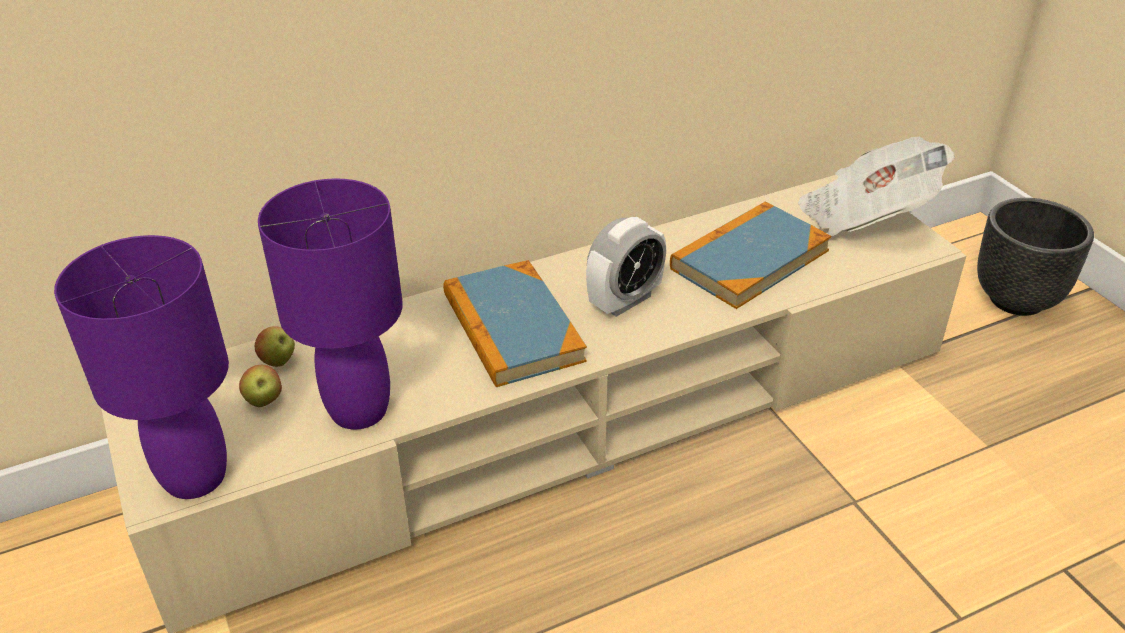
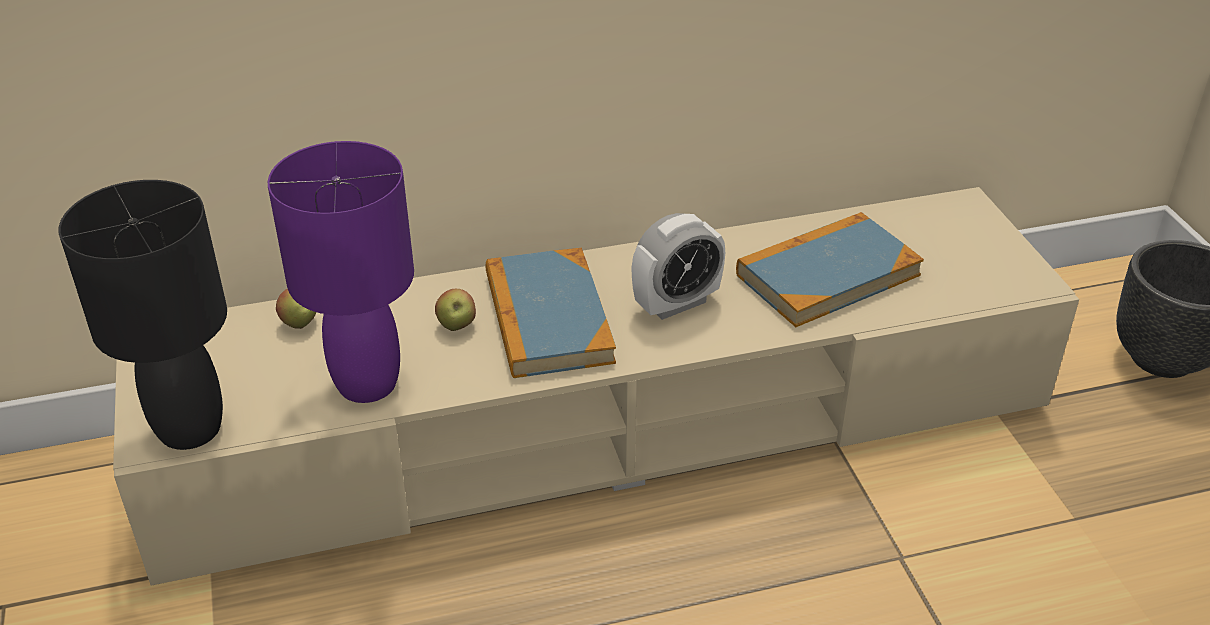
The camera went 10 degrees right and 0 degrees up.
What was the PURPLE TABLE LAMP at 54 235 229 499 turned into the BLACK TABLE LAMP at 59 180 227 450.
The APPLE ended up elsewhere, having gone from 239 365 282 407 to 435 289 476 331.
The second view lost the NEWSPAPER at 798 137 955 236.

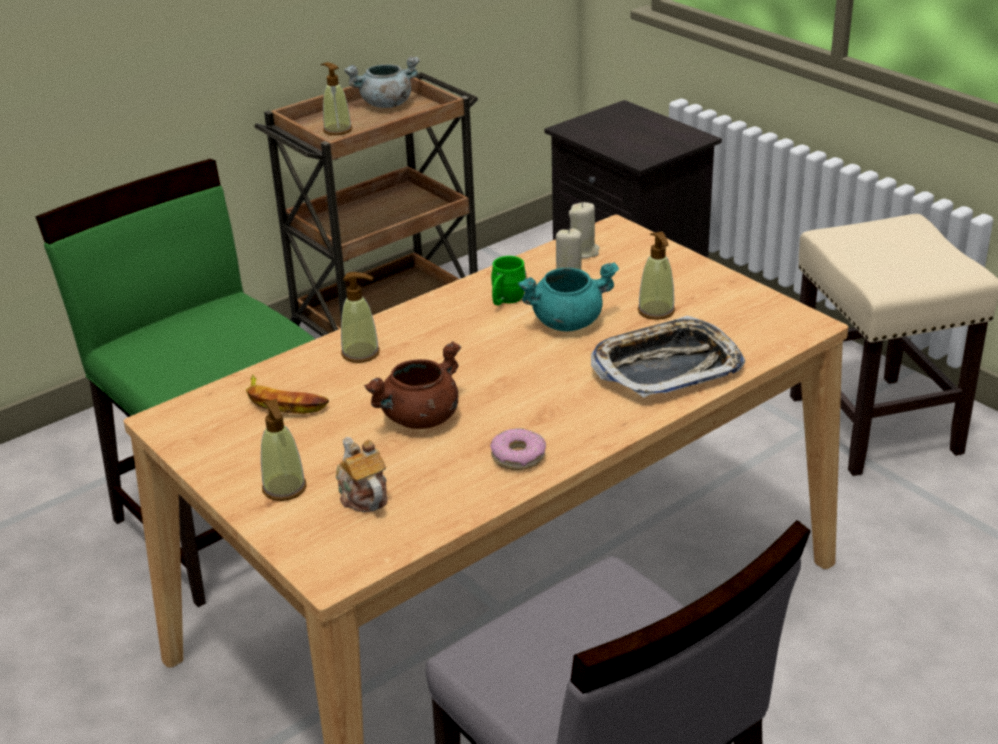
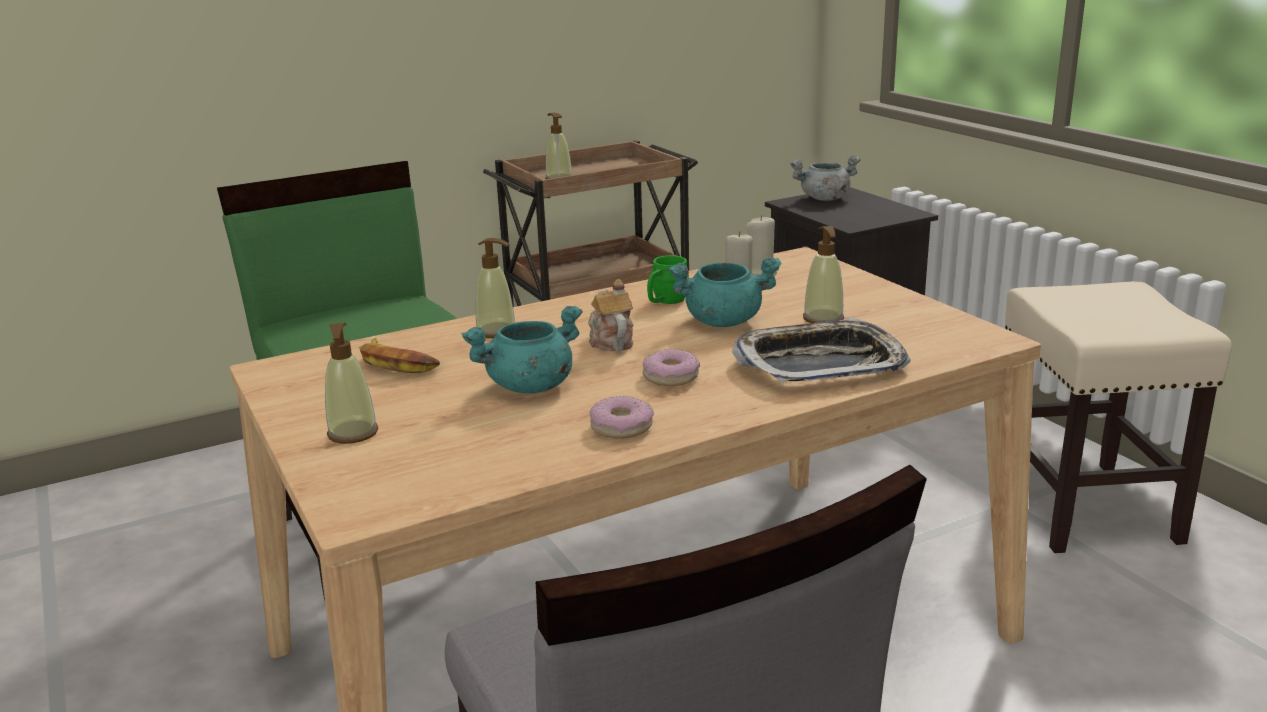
The camera went 10 degrees right and 10 degrees down.
What was the BROWN COOKING POT at 364 341 461 429 turned into the TURQUOISE COOKING POT at 461 306 583 393.
The TEAPOT ended up elsewhere, having gone from 336 437 388 512 to 588 279 633 351.
The second view gained the DONUT at 642 349 700 386.
The GREY COOKING POT ended up elsewhere, having gone from 344 56 420 108 to 790 156 861 201.

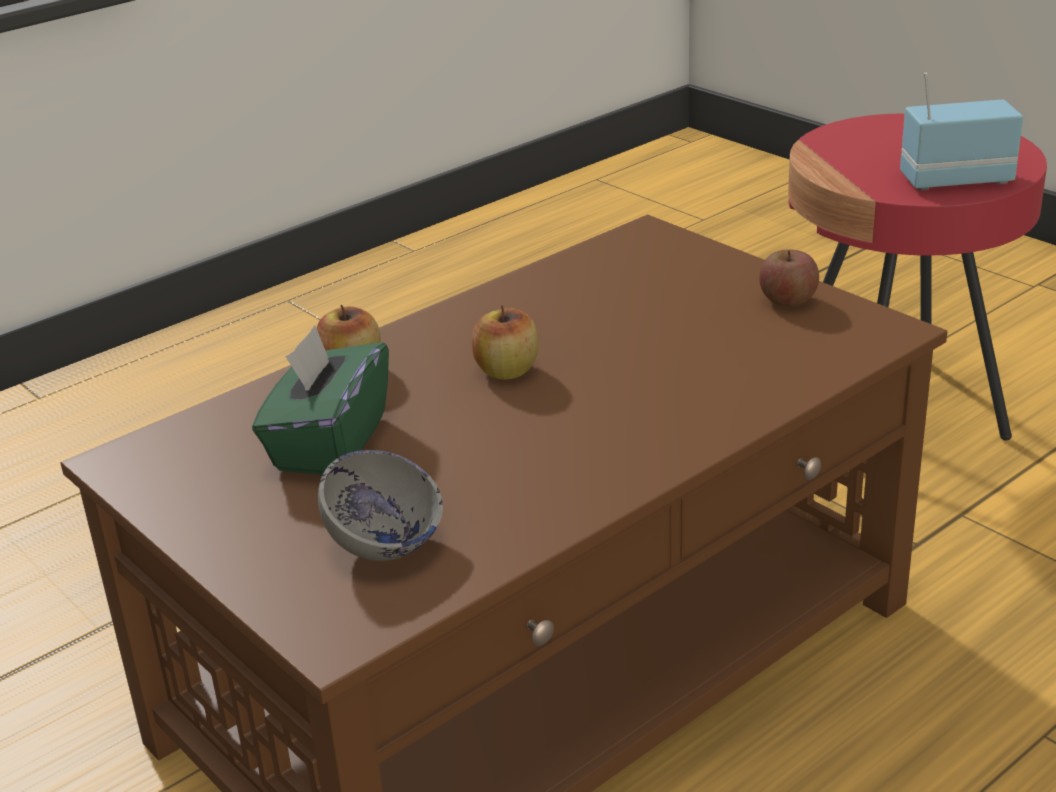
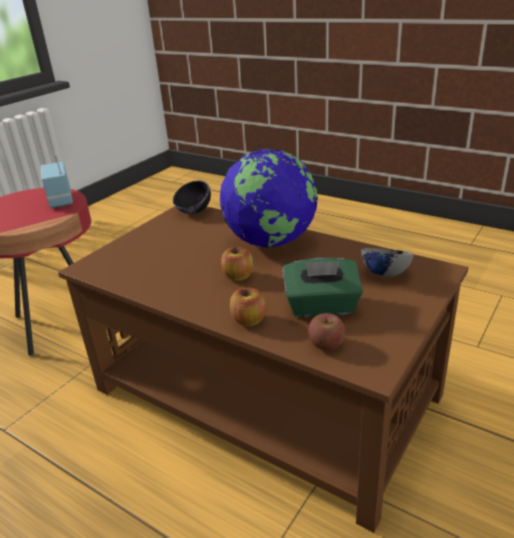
The camera went 105 degrees left and 0 degrees up.
The second view gained the BLACK BOWL at 173 181 211 214.
The second view gained the GLOBE at 220 148 318 248.
The APPLE ended up elsewhere, having gone from 759 250 819 307 to 308 313 345 350.

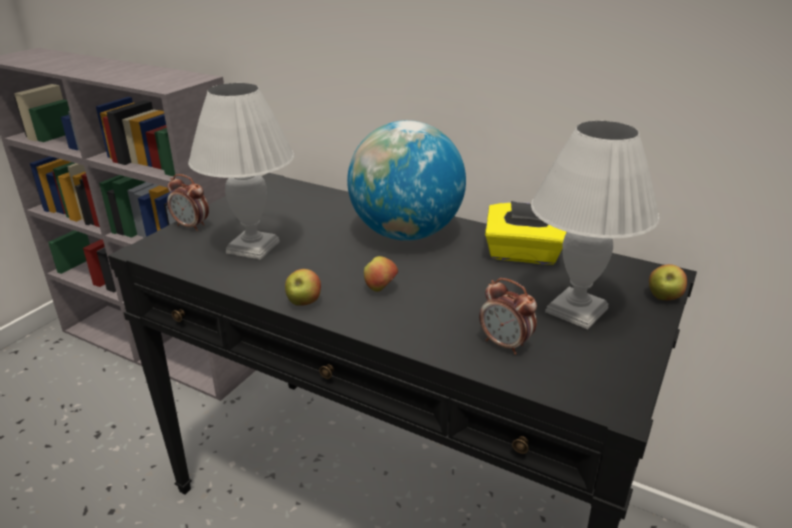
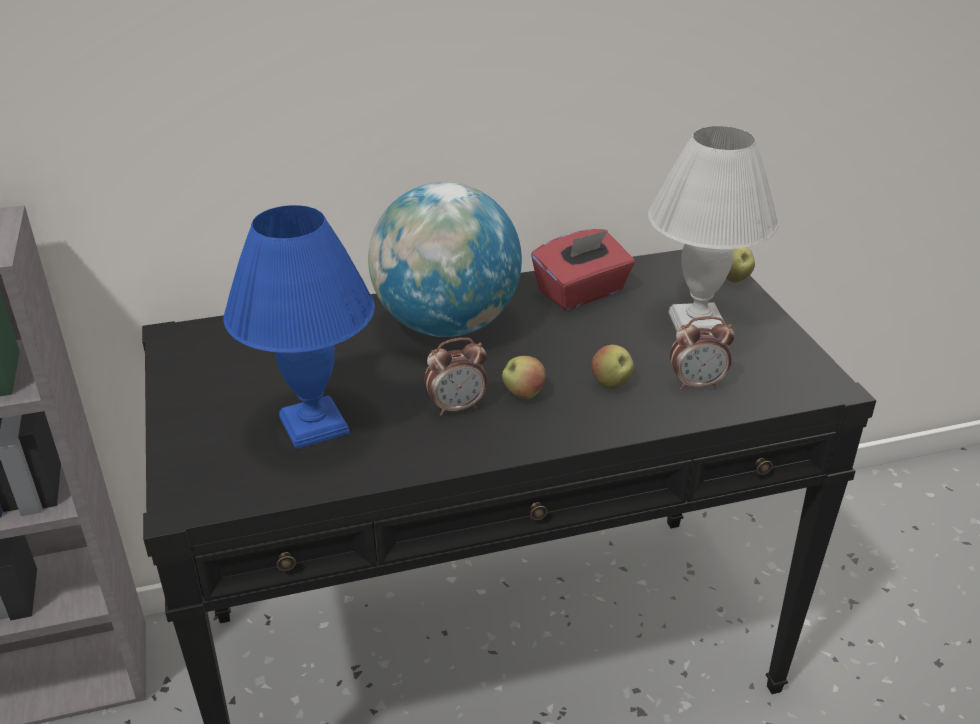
The camera went 45 degrees left and 5 degrees up.
What was the WHITE TABLE LAMP at 188 83 294 260 turned into the BLUE TABLE LAMP at 223 205 375 449.
The ALARM CLOCK ended up elsewhere, having gone from 167 174 209 231 to 425 338 487 416.
What was the YELLOW TISSUE BOX at 485 201 567 265 turned into the RED TISSUE BOX at 531 229 635 310.
The APPLE ended up elsewhere, having gone from 285 269 321 306 to 591 345 634 389.

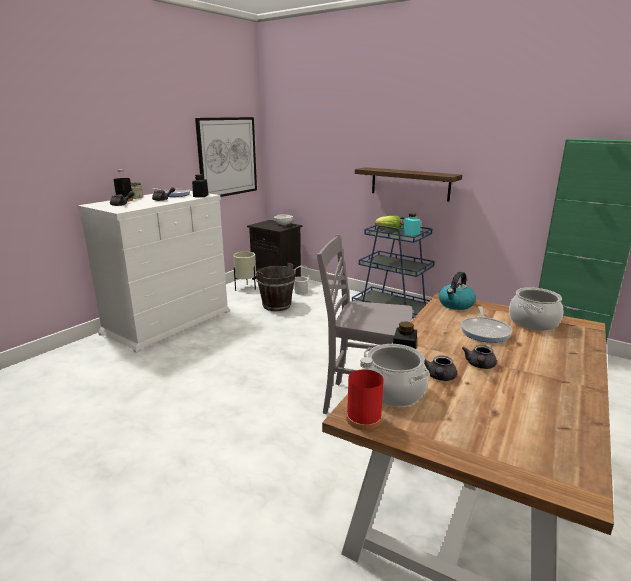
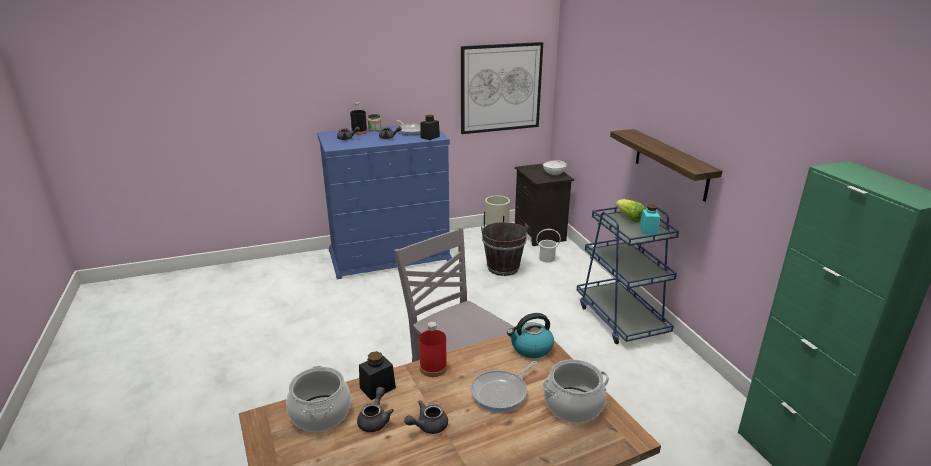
The camera went 35 degrees right and 5 degrees up.
What was the WHITE DRESSER at 77 191 230 353 turned into the BLUE DRESSER at 317 123 452 279.
The GREY TEAPOT at 424 355 457 381 ended up facing another way, 135 degrees clockwise from before.
The RED BOTTLE ended up elsewhere, having gone from 347 357 384 431 to 419 322 447 377.

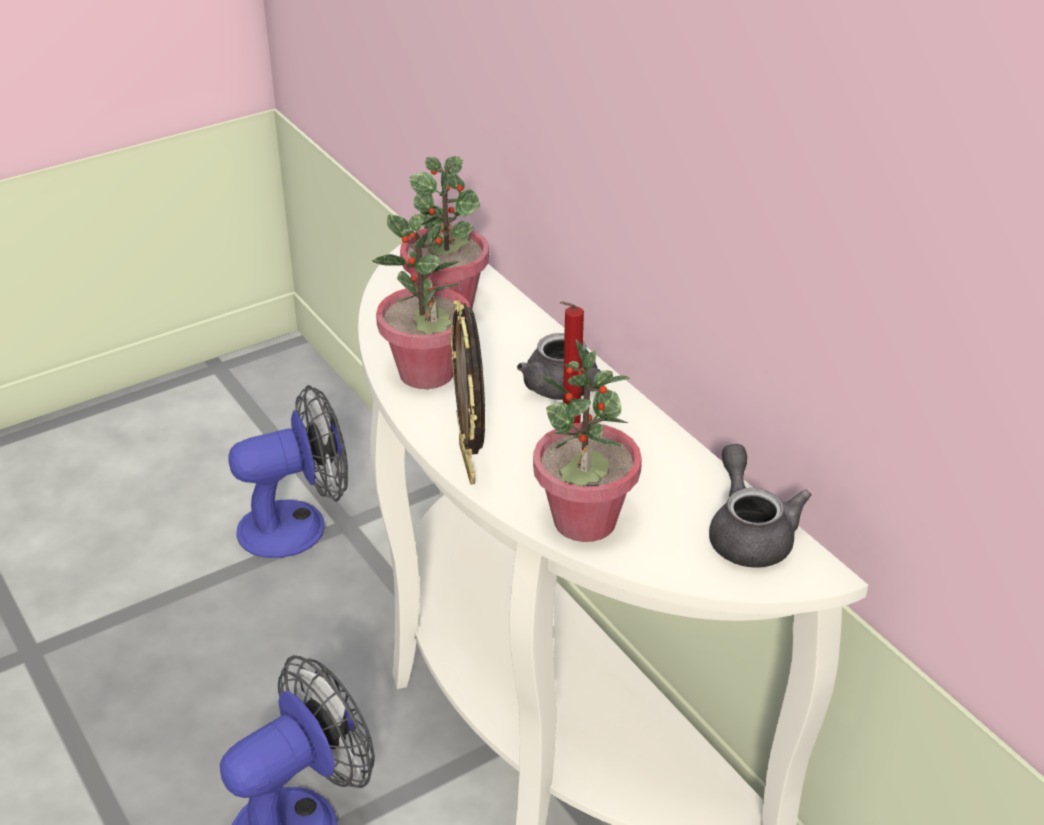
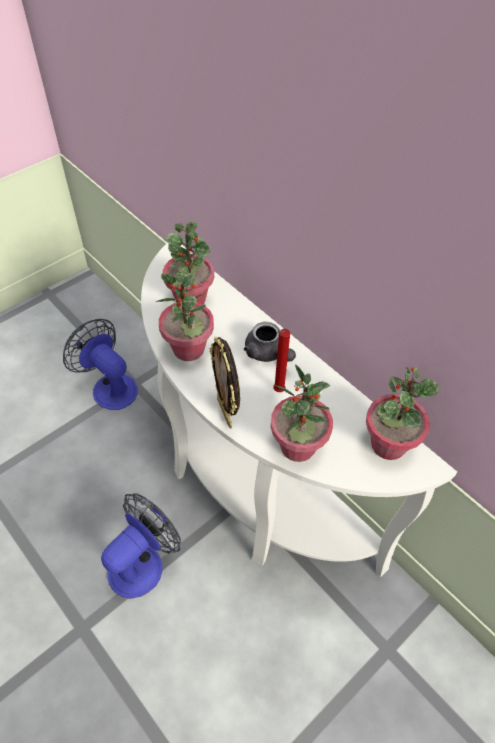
The camera went 10 degrees left and 15 degrees up.
The FAN at 228 385 348 558 ended up facing another way, 105 degrees counterclockwise from before.
Where the GREY TEAPOT stood at 709 444 811 568, the POTTED PLANT came to stand at 366 367 439 460.

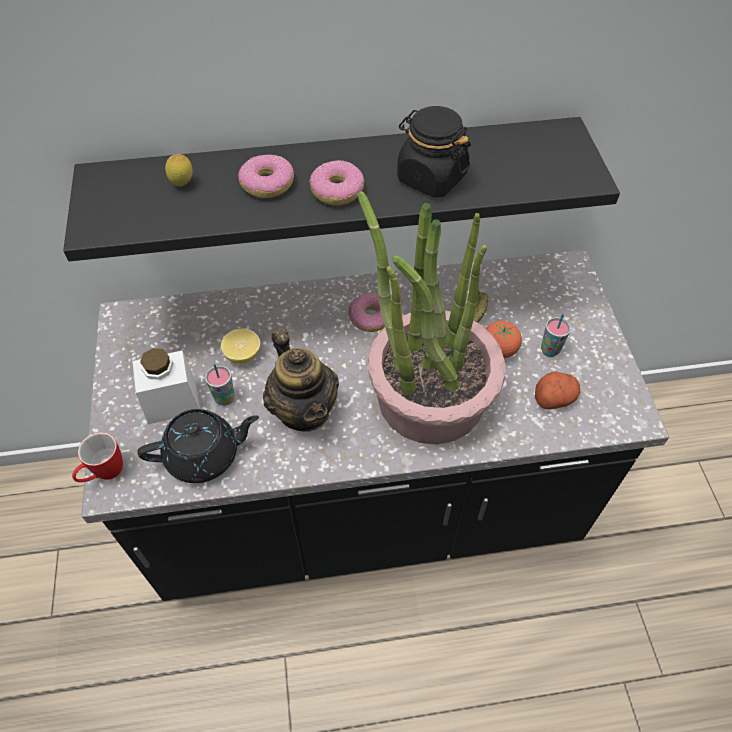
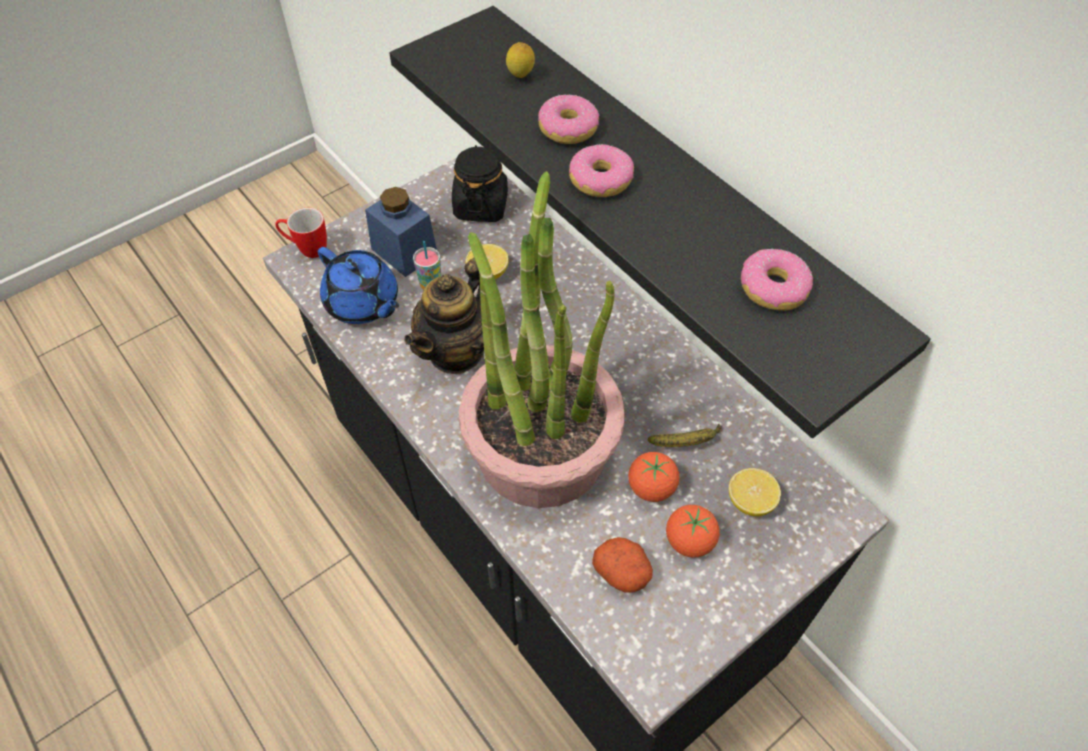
The camera went 60 degrees right and 0 degrees up.
What was the BLACK TEAPOT at 137 409 259 483 turned into the BLUE TEAPOT at 318 247 399 324.
What was the WHITE JAR at 132 348 200 424 turned into the BLUE JAR at 365 187 437 277.
The BLACK JAR ended up elsewhere, having gone from 397 106 471 197 to 452 145 508 222.
Where the CUP stood at 541 314 571 357, the TOMATO came to stand at 666 505 720 558.
The second view gained the LEMON at 729 468 781 516.
The DONUT ended up elsewhere, having gone from 348 293 385 332 to 741 249 813 310.

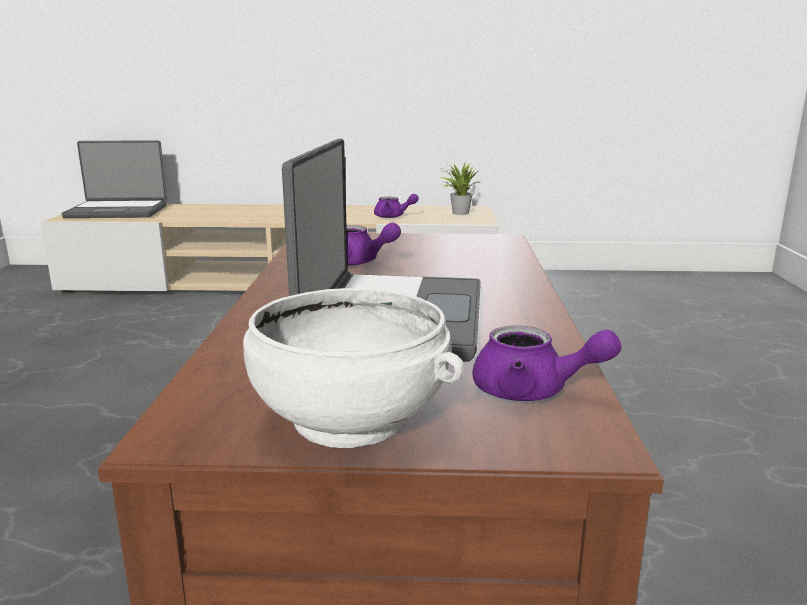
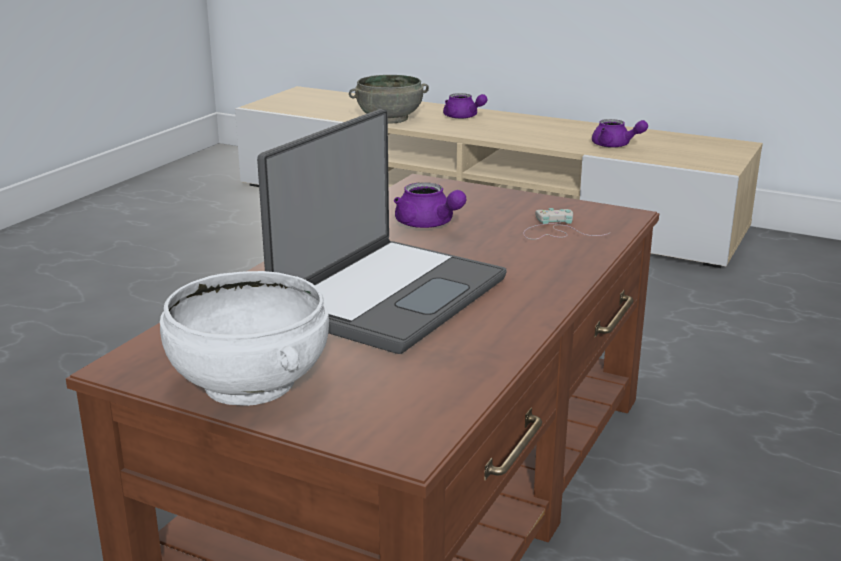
The camera went 25 degrees right and 5 degrees up.
The second view gained the GREY BOWL at 349 75 429 123.
The PURPLE TEAPOT ended up elsewhere, having gone from 473 325 621 401 to 443 93 488 119.
The second view gained the WHITE GAME CONTROLLER at 523 208 609 239.
The second view lost the LAPTOP at 62 140 167 218.
The second view lost the POTTED PLANT at 439 163 481 215.

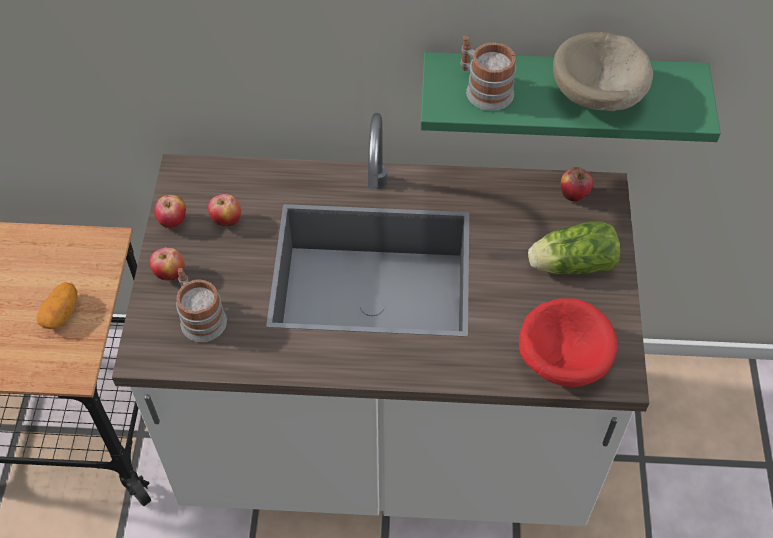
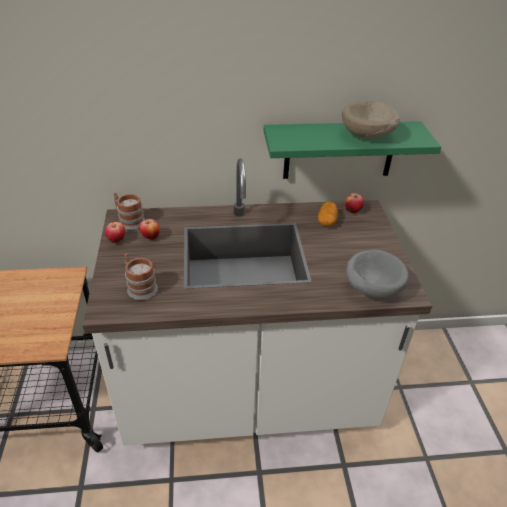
The camera went 10 degrees left and 15 degrees down.
The MUG ended up elsewhere, having gone from 460 36 516 111 to 113 192 145 230.
The POTATO ended up elsewhere, having gone from 36 282 77 329 to 318 202 338 226.
What was the RED BOWL at 519 299 617 387 turned into the GREY BOWL at 346 250 408 299.
The second view lost the APPLE at 150 247 185 281.
The second view lost the LETTUCE at 528 221 621 274.

